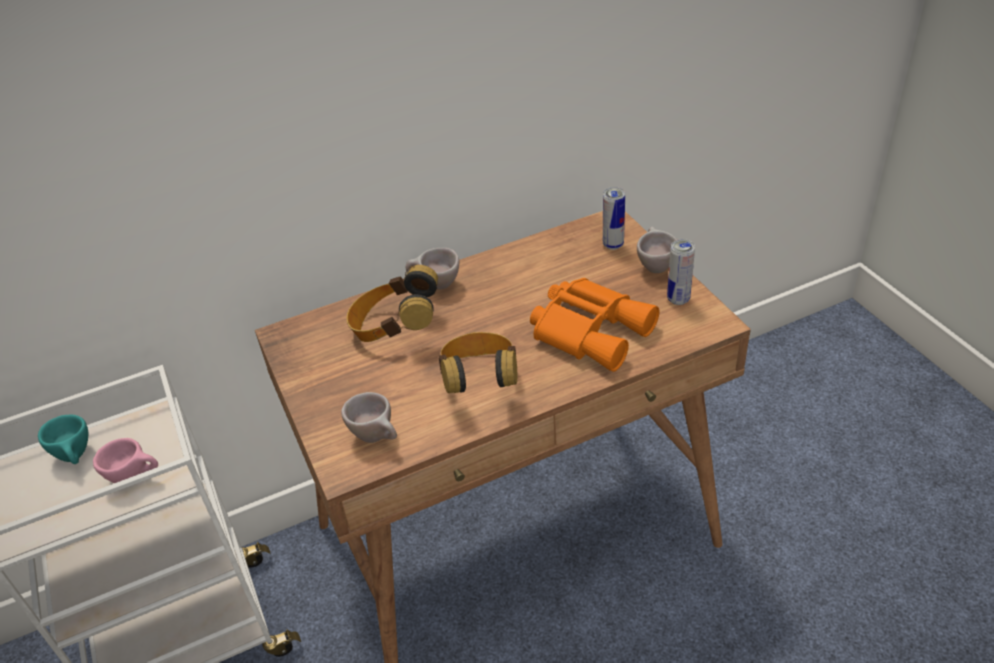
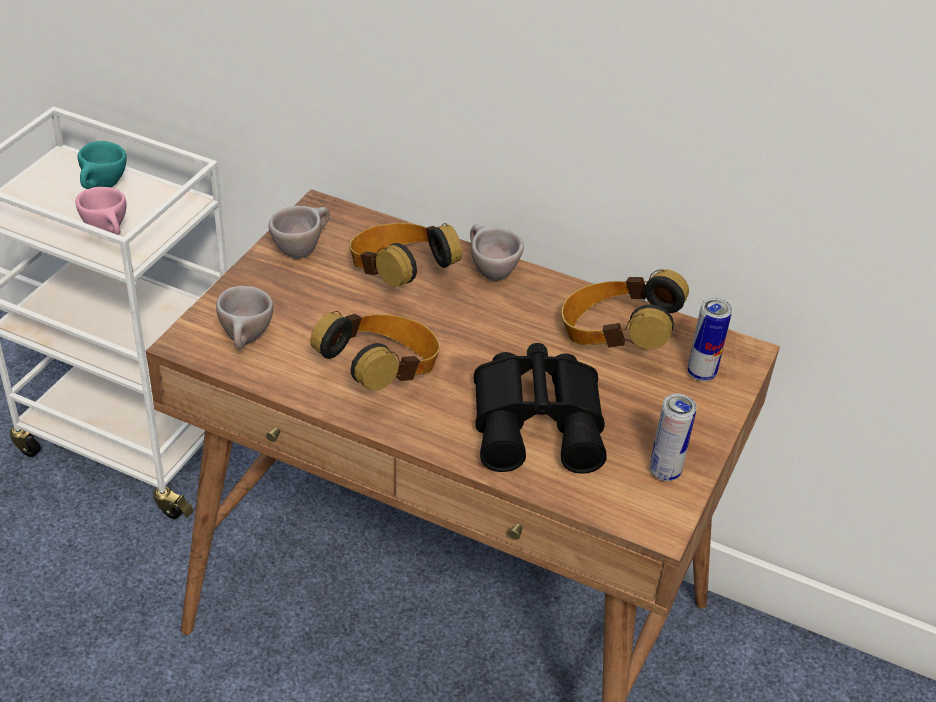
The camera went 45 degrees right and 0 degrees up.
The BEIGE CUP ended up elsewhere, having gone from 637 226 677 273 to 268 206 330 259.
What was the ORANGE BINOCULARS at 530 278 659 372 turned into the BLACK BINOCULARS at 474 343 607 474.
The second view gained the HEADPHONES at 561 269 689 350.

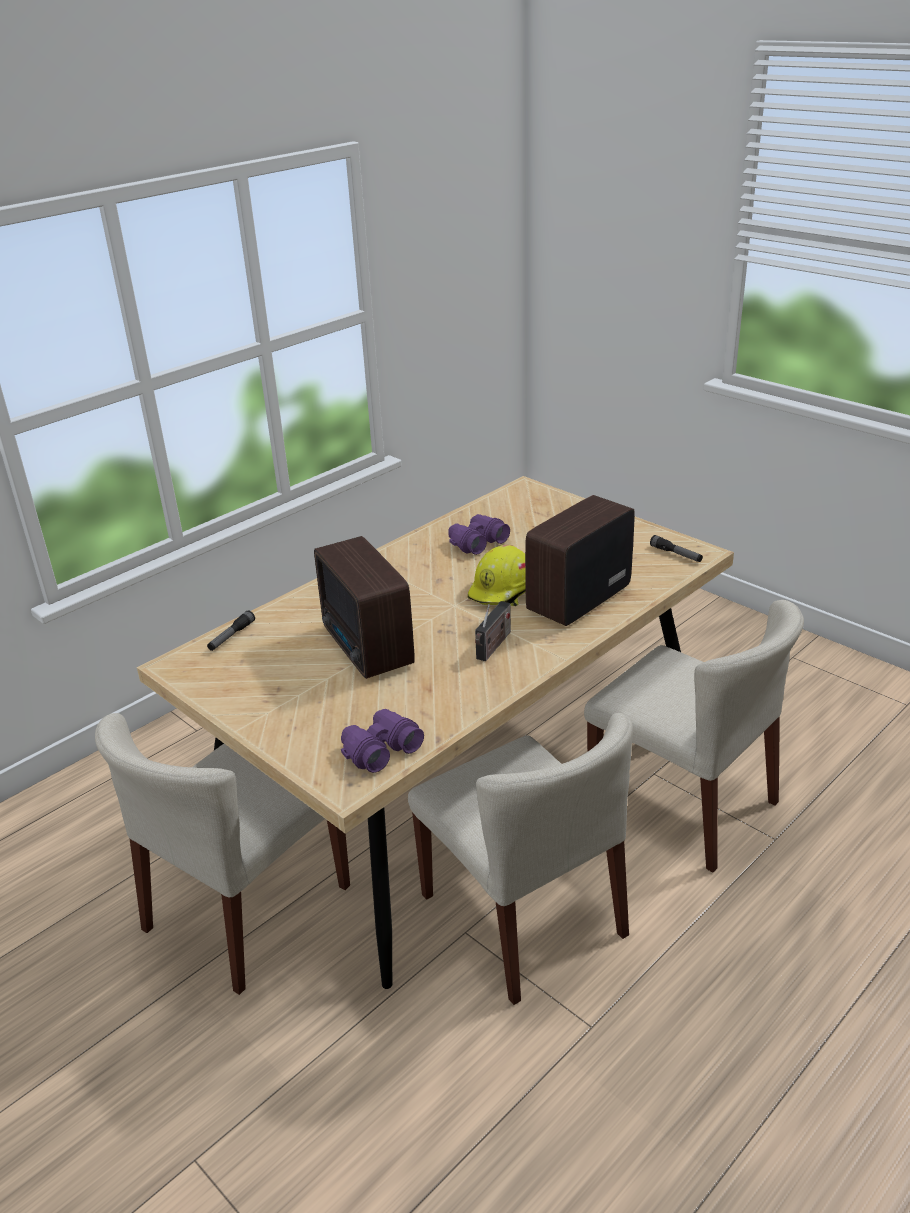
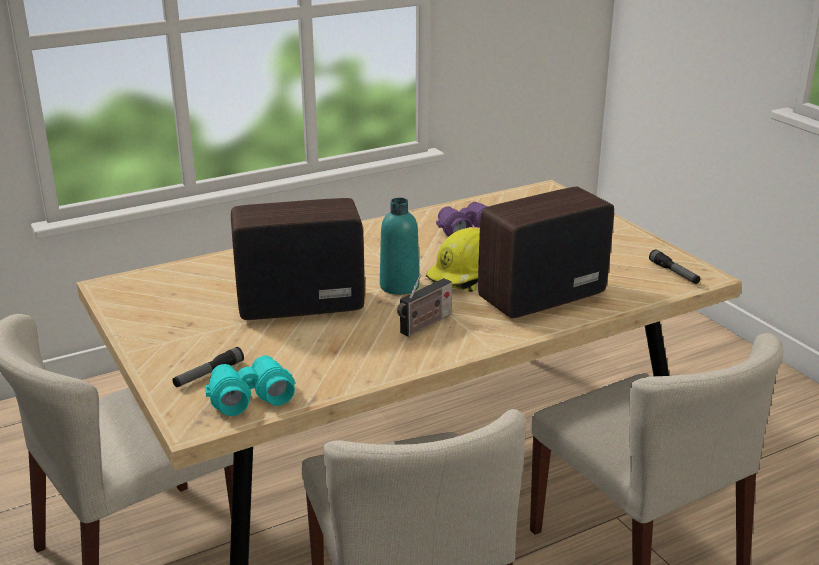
The camera went 15 degrees right and 5 degrees down.
The FLASHLIGHT ended up elsewhere, having gone from 207 611 255 651 to 172 347 244 387.
What was the PURPLE BINOCULARS at 341 709 424 773 turned into the TURQUOISE BINOCULARS at 205 356 295 416.
The RADIO at 314 536 415 679 ended up facing another way, 90 degrees clockwise from before.
The second view gained the TURQUOISE BOTTLE at 380 198 420 295.

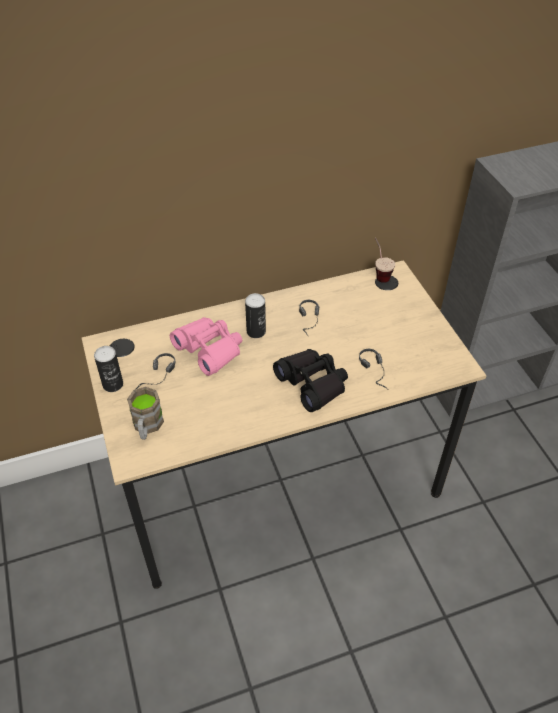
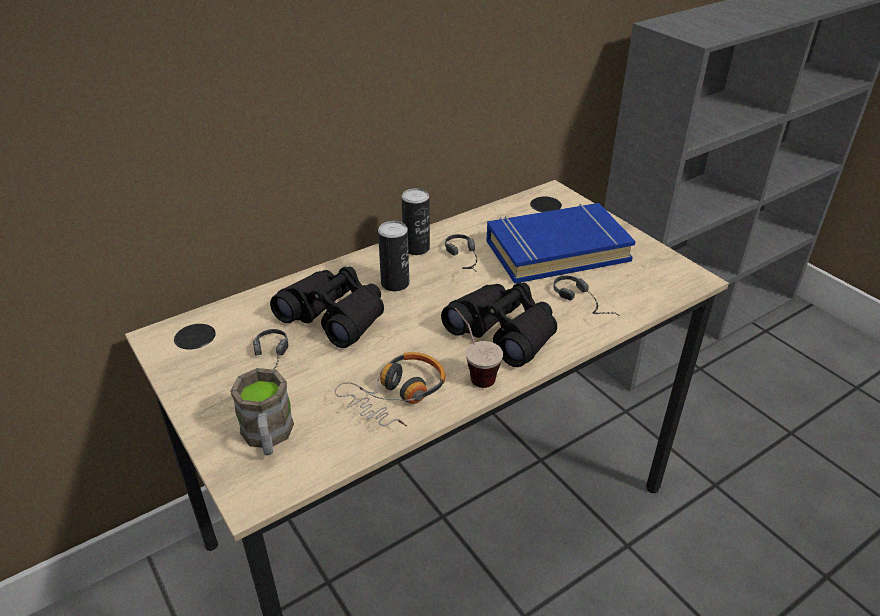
The camera went 15 degrees left and 10 degrees down.
What was the PINK BINOCULARS at 170 317 242 376 turned into the BLACK BINOCULARS at 270 266 384 348.
The second view gained the HEADPHONES at 335 352 445 427.
The CAN ended up elsewhere, having gone from 94 346 123 392 to 402 188 430 255.
The CUP ended up elsewhere, having gone from 375 237 395 283 to 455 308 503 388.
The second view gained the BLUE BOOK at 486 203 636 284.

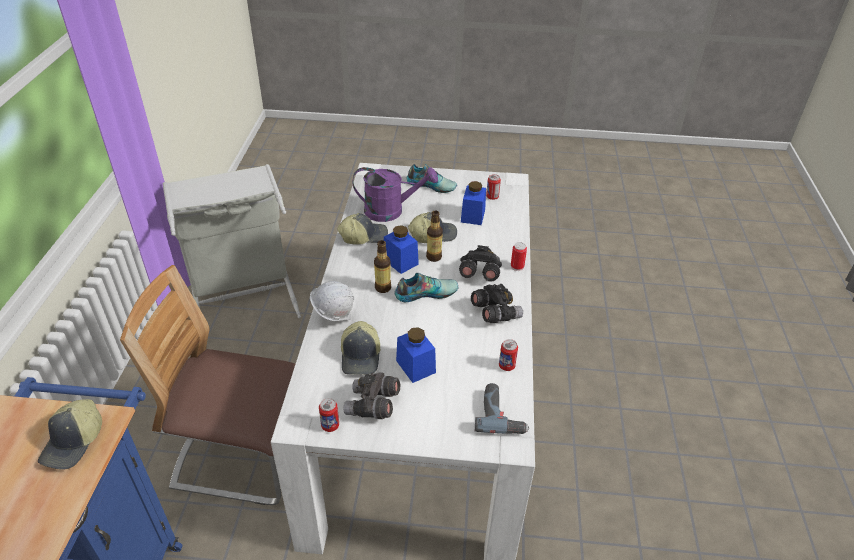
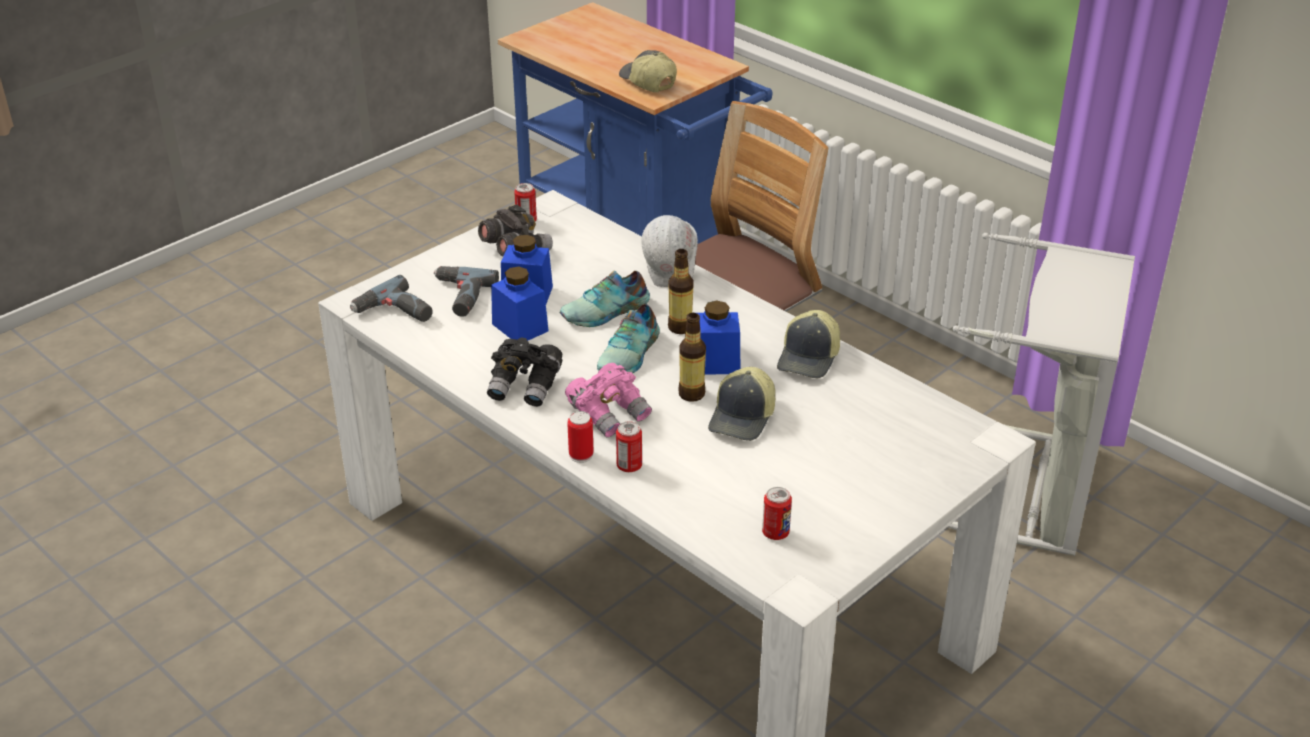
The camera went 130 degrees right and 5 degrees down.
The second view gained the POWER DRILL at 434 266 499 317.
The BLUE JAR ended up elsewhere, having gone from 461 181 486 225 to 491 267 549 340.
The SHOE ended up elsewhere, having gone from 406 164 457 193 to 559 270 650 327.
What was the BLACK BINOCULARS at 459 245 502 282 turned into the PINK BINOCULARS at 565 363 652 437.
The CAN ended up elsewhere, having gone from 499 339 518 371 to 616 421 642 472.
The second view lost the CAP at 341 321 381 374.
The second view lost the PURPLE WATERING CAN at 352 167 438 222.

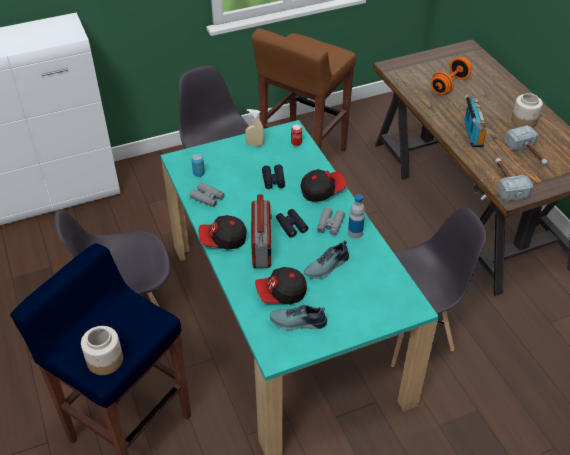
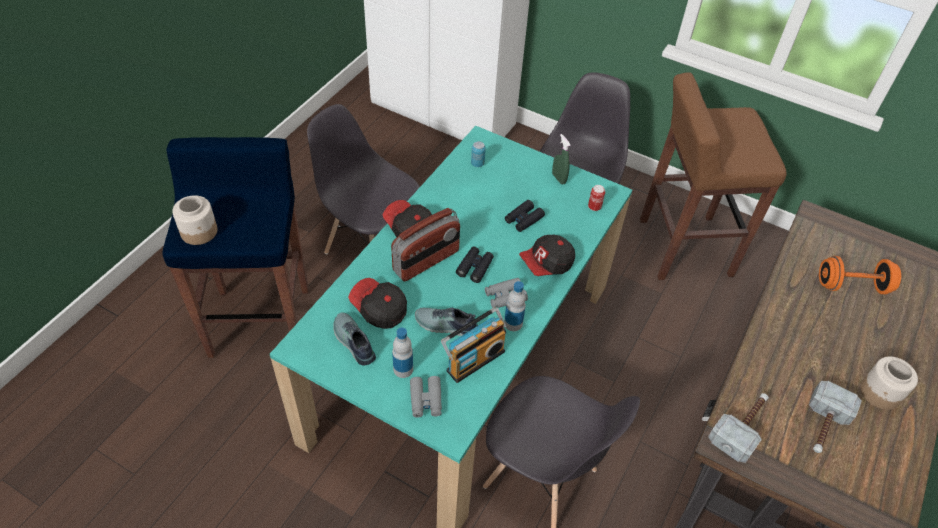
The camera went 50 degrees right and 5 degrees up.
The second view gained the BOTTLE at 392 328 413 378.
The GREY BINOCULARS ended up elsewhere, having gone from 190 182 225 207 to 410 376 442 418.
The RADIO ended up elsewhere, having gone from 464 94 486 147 to 441 307 506 383.
The CAP at 300 169 346 202 ended up facing another way, 120 degrees clockwise from before.
What was the BEIGE SPRAY BOTTLE at 245 109 264 147 turned into the GREEN SPRAY BOTTLE at 552 134 571 184.

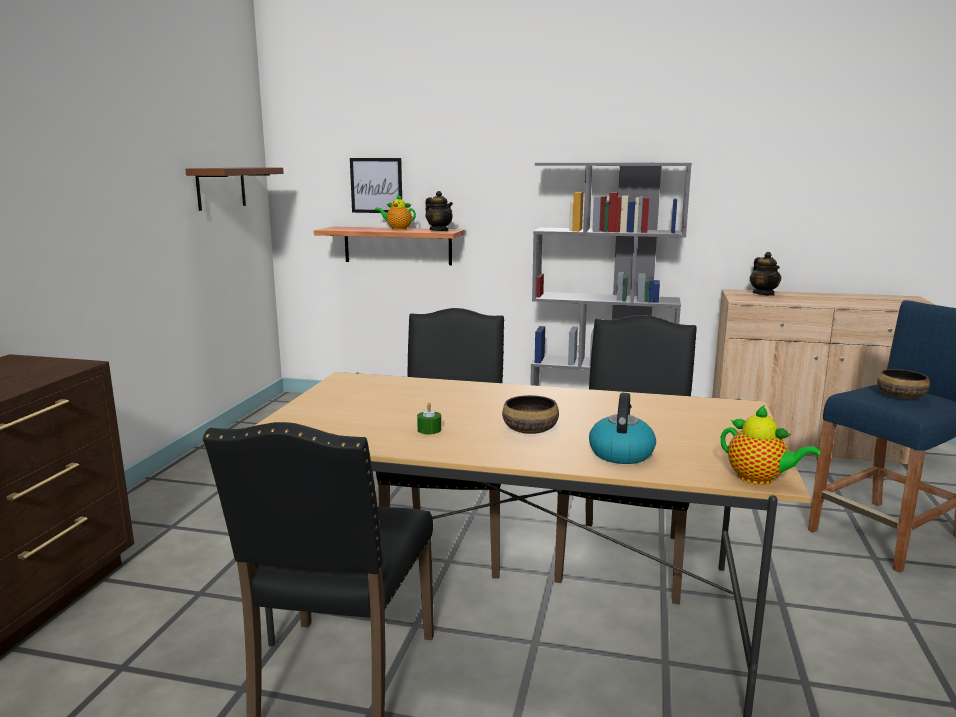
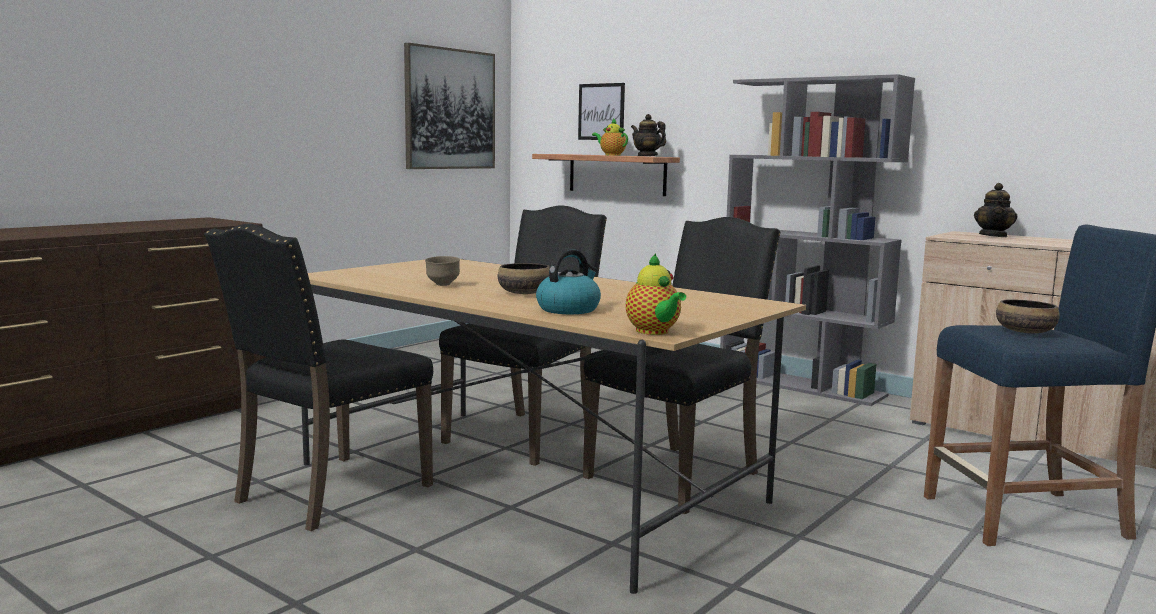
The camera went 25 degrees right and 5 degrees down.
Where the BROWN SHELF hung at 185 167 284 211, the PICTURE came to hang at 404 43 495 169.
Where the GREEN CANDLE stood at 417 403 441 434, the BROWN BOWL came to stand at 425 256 460 286.
The TEAPOT at 425 191 453 231 ended up facing another way, 150 degrees clockwise from before.

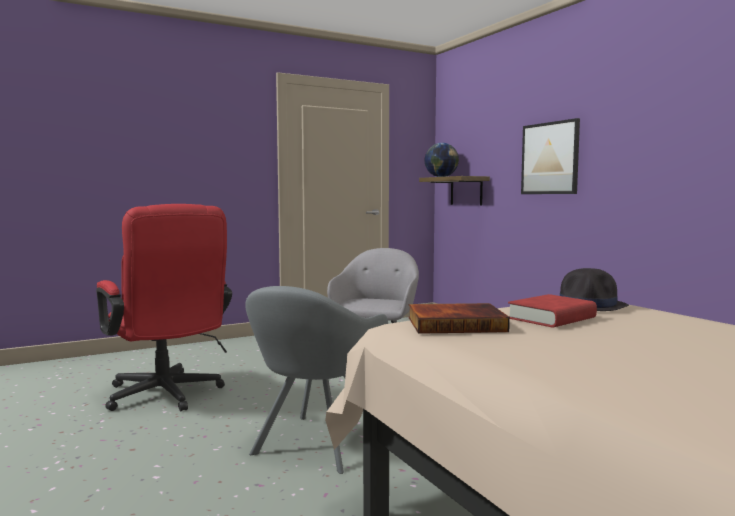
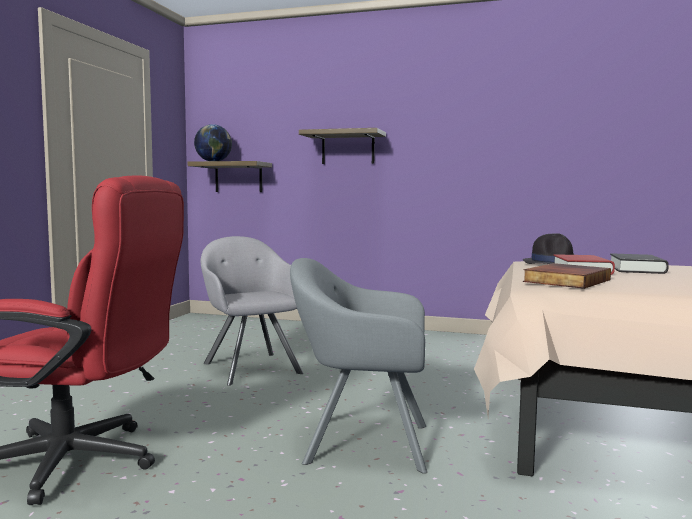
The camera went 45 degrees left and 0 degrees up.
The GREY ARMCHAIR at 245 286 388 474 ended up facing another way, 120 degrees clockwise from before.
Where the PICTURE hung at 521 118 580 194, the SHELF came to hang at 299 128 386 164.
The second view gained the BLACK BOOK at 610 253 669 274.

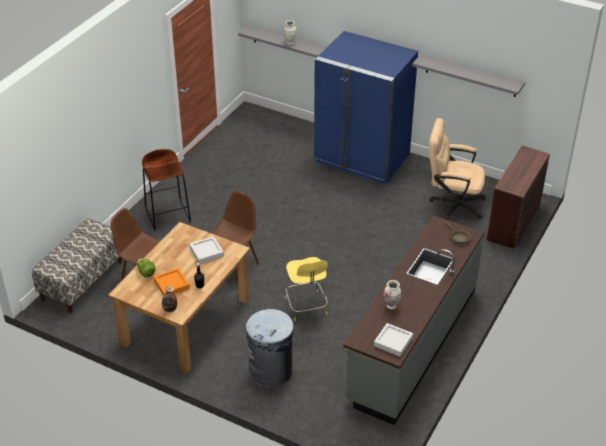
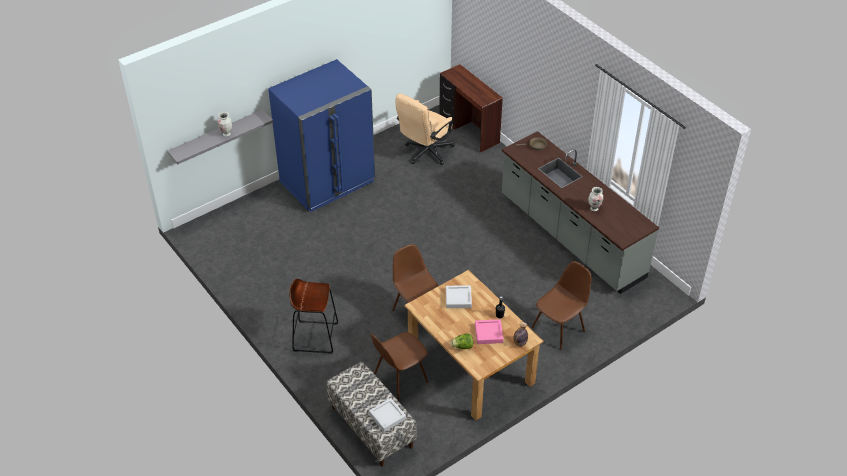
The camera went 65 degrees left and 5 degrees up.
The GREY TRAY ended up elsewhere, having gone from 374 323 413 357 to 369 398 406 432.
What was the ORANGE TRAY at 154 268 190 296 turned into the PINK TRAY at 475 319 504 344.
Where the GREY TRASH CAN stood at 246 309 294 388, the BROWN CHAIR came to stand at 532 261 592 350.
The second view lost the YELLOW STOOL at 286 257 328 321.
The second view lost the GREY SHELF at 412 54 525 97.

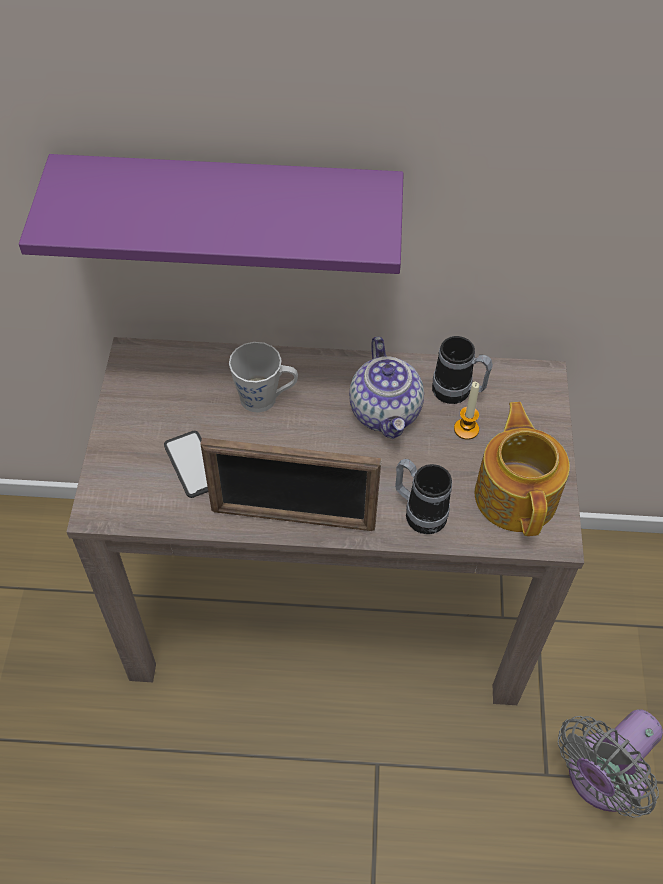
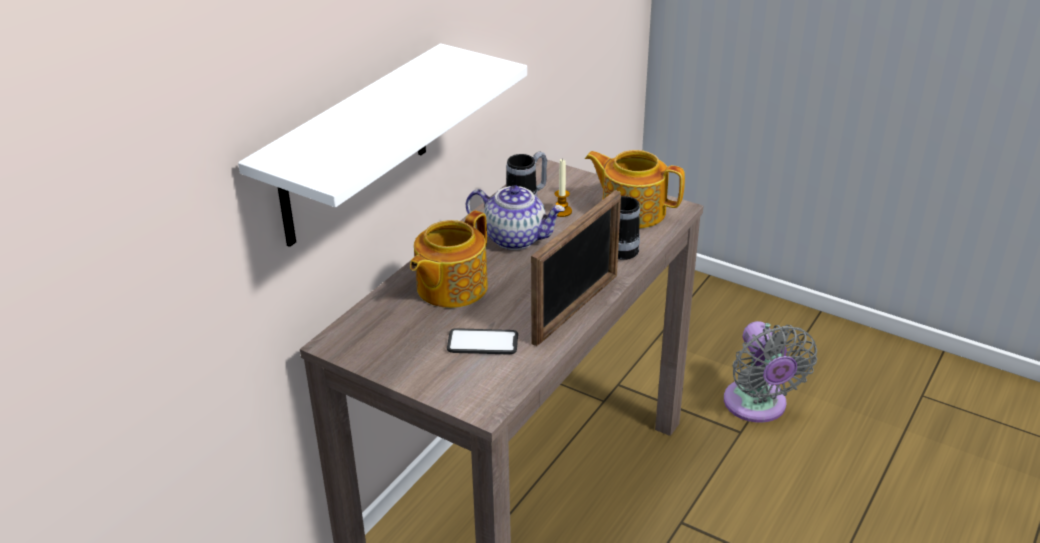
The camera went 60 degrees left and 20 degrees down.
What was the PURPLE SHELF at 19 154 404 274 turned into the WHITE SHELF at 238 43 527 247.
Where the GREY MUG stood at 229 342 298 413, the TEAPOT came to stand at 410 210 488 308.

